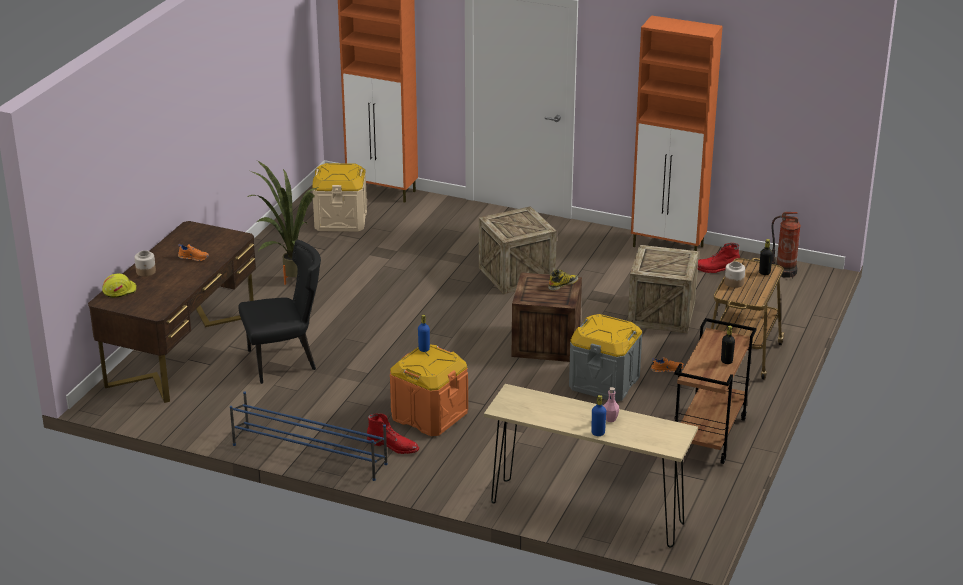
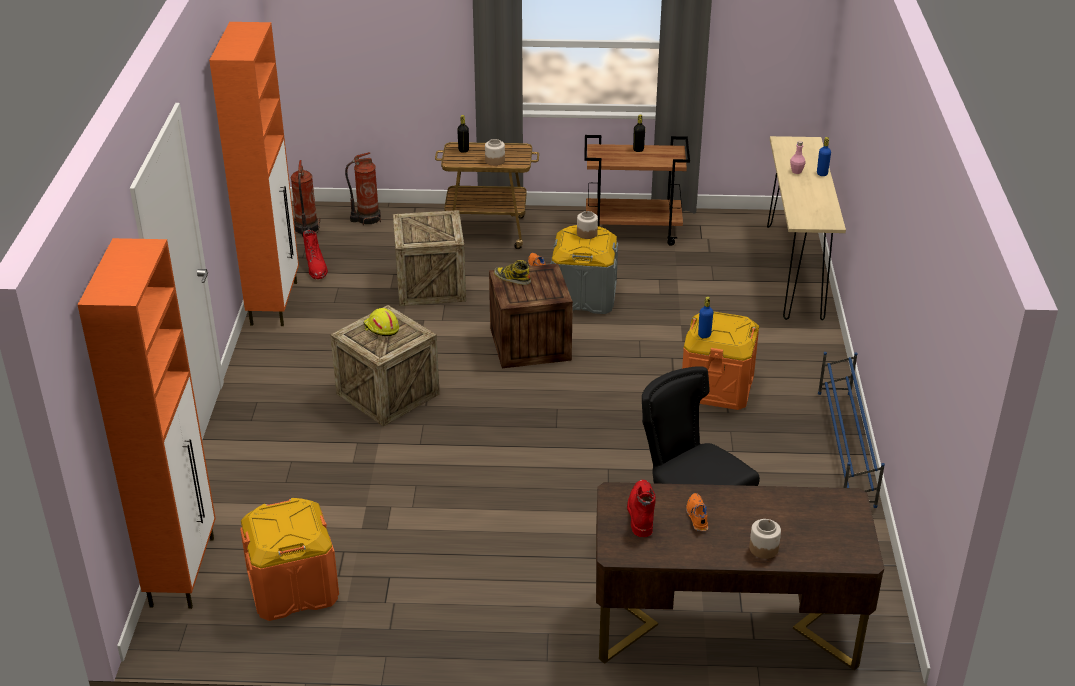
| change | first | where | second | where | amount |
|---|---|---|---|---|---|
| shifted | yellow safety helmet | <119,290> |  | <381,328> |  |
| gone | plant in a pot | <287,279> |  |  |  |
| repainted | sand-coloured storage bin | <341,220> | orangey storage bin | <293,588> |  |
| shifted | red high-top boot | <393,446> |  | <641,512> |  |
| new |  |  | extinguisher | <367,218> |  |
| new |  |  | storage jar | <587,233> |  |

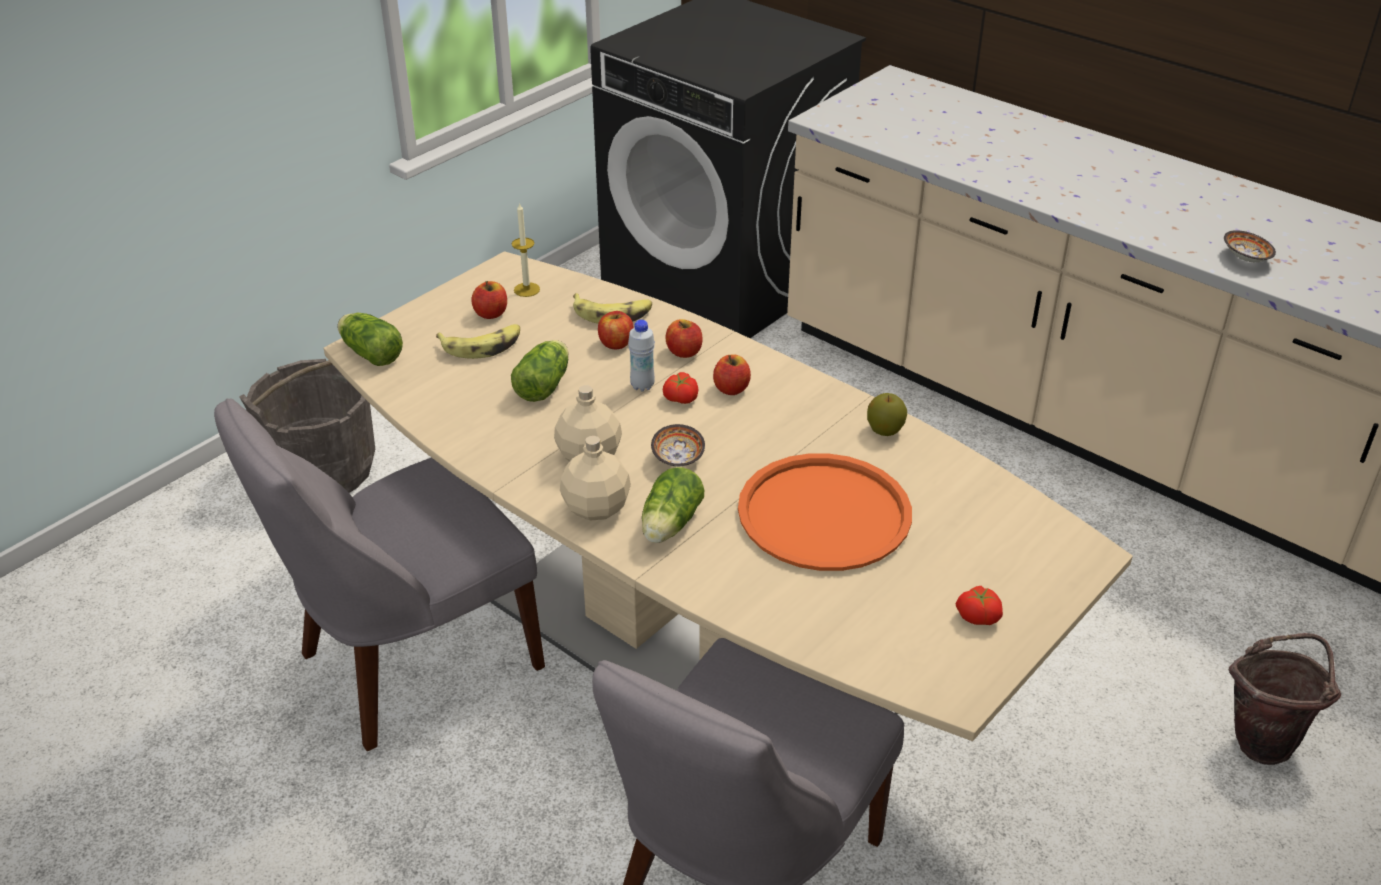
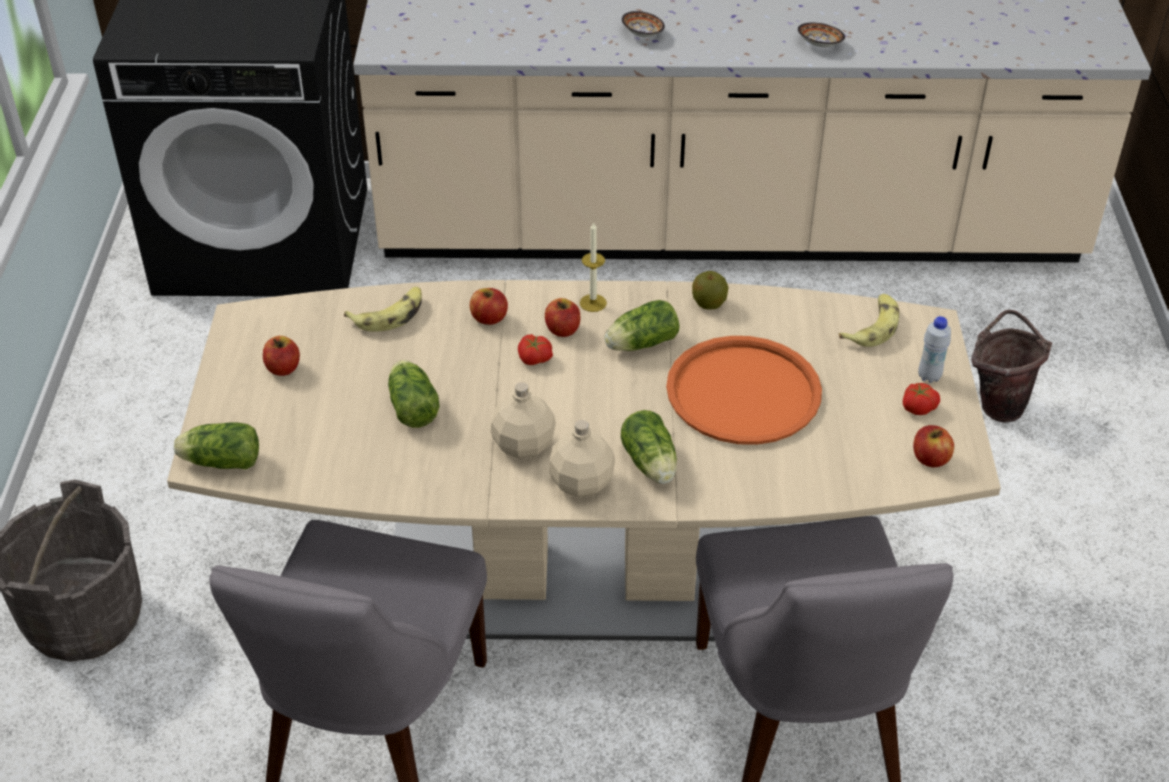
| change | first | where | second | where | amount |
|---|---|---|---|---|---|
| shifted | banana fruit | <482,346> |  | <872,327> |  |
| shifted | candle | <526,289> |  | <593,303> |  |
| shifted | apple | <616,343> |  | <930,459> |  |
| shifted | white drink bottle | <642,386> |  | <929,376> |  |
| shifted | bowl | <678,459> |  | <642,34> |  |
| new |  |  | head of lettuce | <639,344> |  |

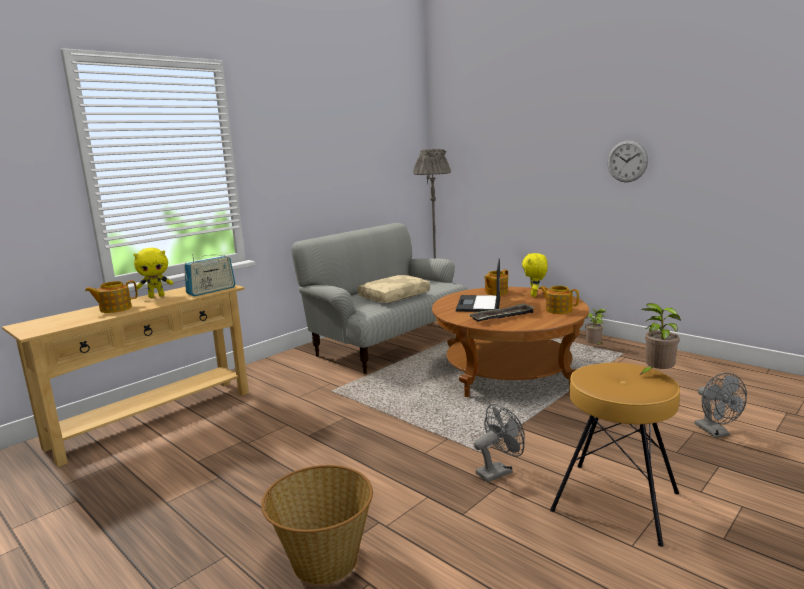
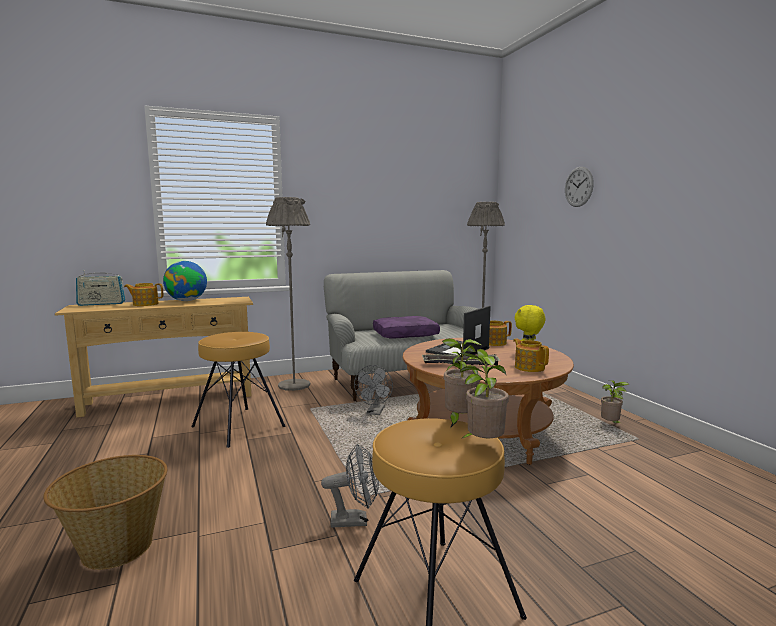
| change | first | where | second | where | amount |
|---|---|---|---|---|---|
| swapped | yellow cuddly toy | <156,296> | desk globe | <187,300> |  |
| shifted | radio set | <211,291> |  | <101,304> |  |
| repainted | sand-coloured cushion | <394,296> | purplish cushion | <405,334> |  |
| shifted | hanging clock | <627,161> |  | <578,187> |  |
| shifted | grey electric fan | <716,432> |  | <375,413> |  |
| new |  |  | brownish sitting stool | <239,426> |  |
| new |  |  | grey floor lamp | <294,385> |  |
| new |  |  | plant in a pot | <459,421> |  |

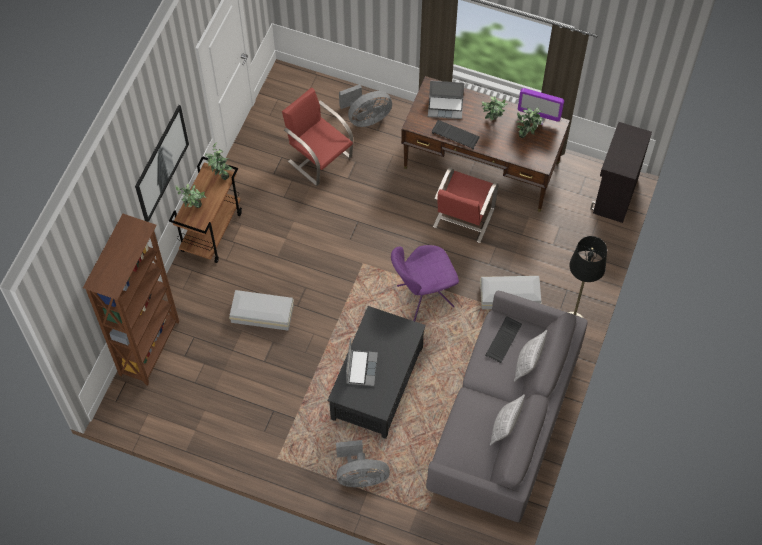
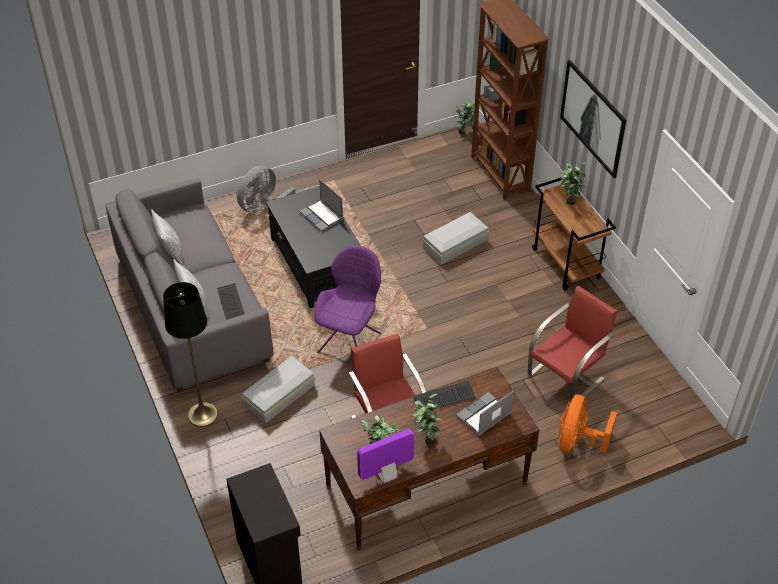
| change | first | where | second | where | amount |
|---|---|---|---|---|---|
| shifted | plant in a pot | <220,175> |  | <466,131> |  |
| rotated | red upright chair | <319,158> |  | <567,376> | 45 degrees counterclockwise |
| repainted | grey electric fan | <366,118> | orangey electric fan | <577,441> |  |

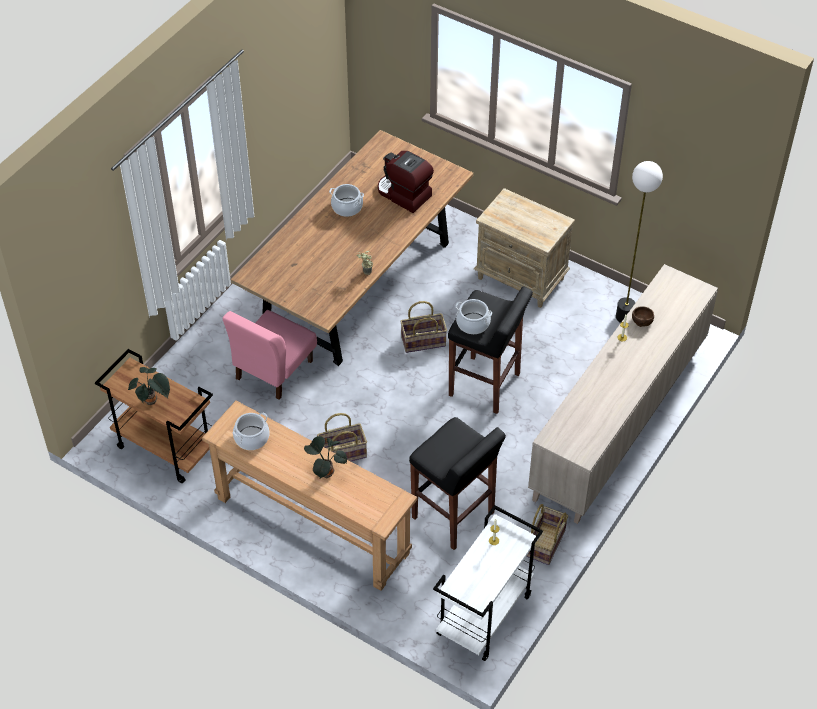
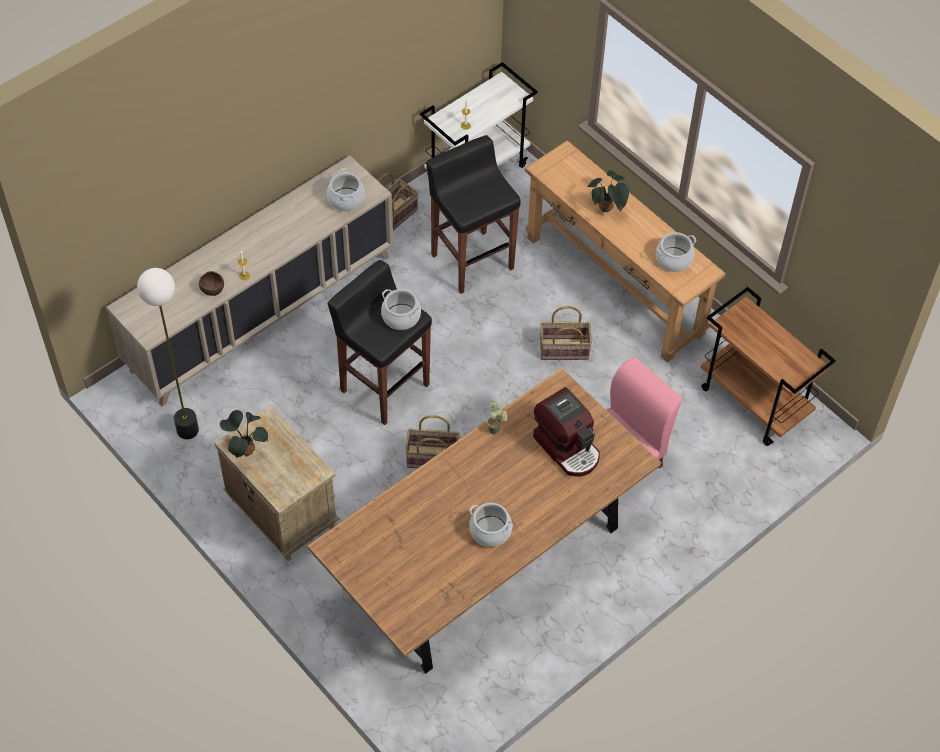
| change | first | where | second | where | amount |
|---|---|---|---|---|---|
| shifted | plant in a pot | <152,401> |  | <245,449> |  |
| shifted | coffee brewer | <403,194> |  | <568,447> |  |
| new |  |  | stockpot | <346,199> |  |

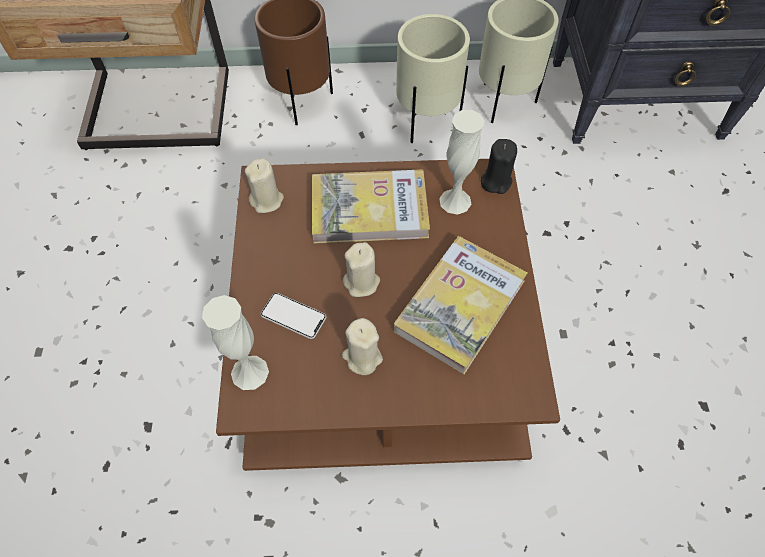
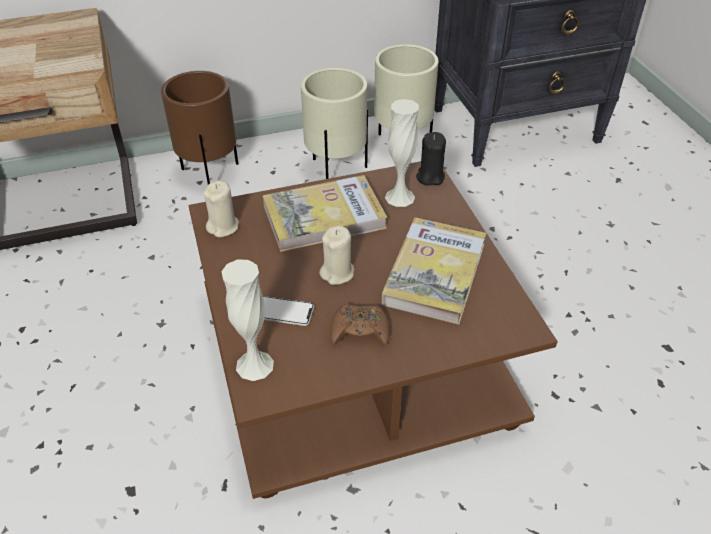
| change | first | where | second | where | amount |
|---|---|---|---|---|---|
| swapped | sand-coloured candle | <362,357> | brownish joypad | <360,330> |  |

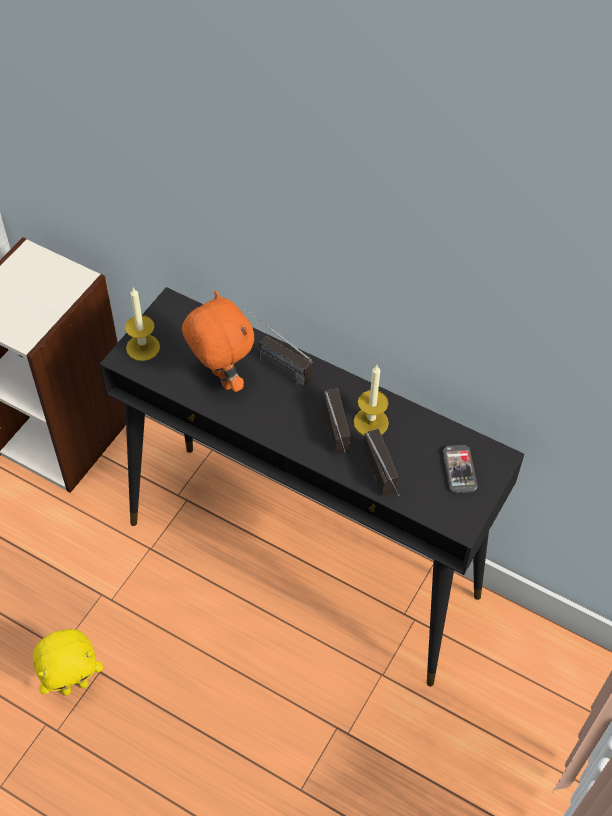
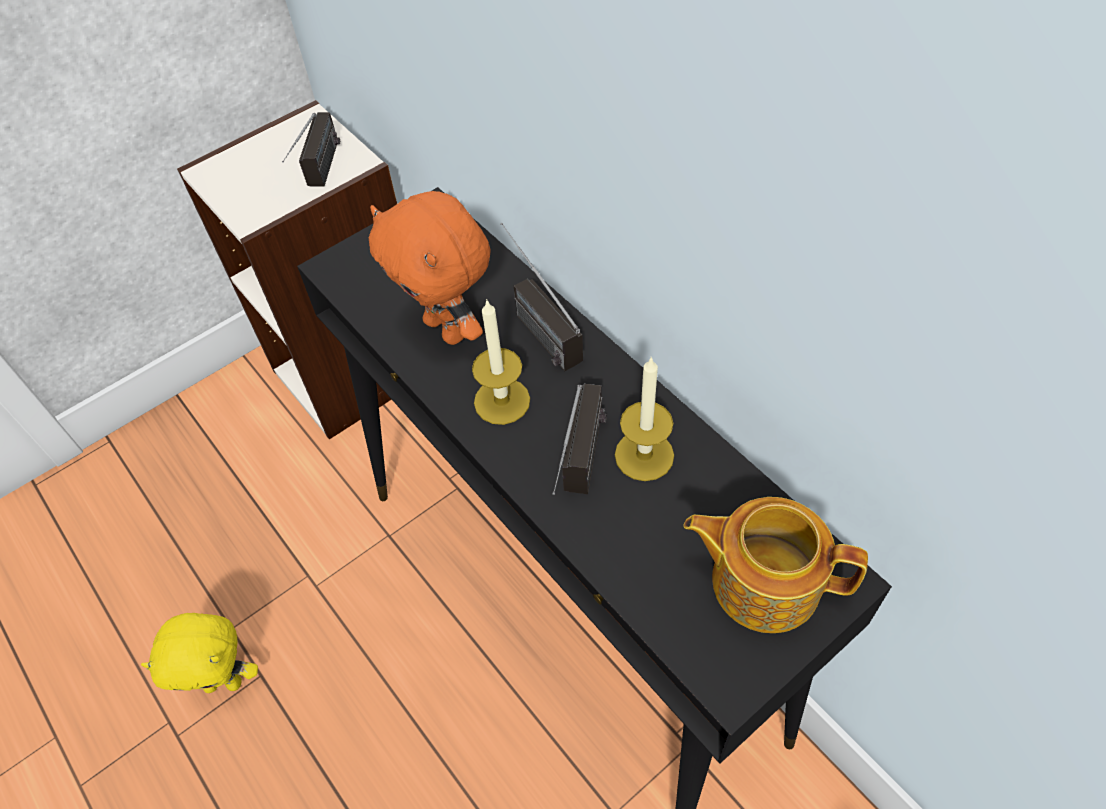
| change | first | where | second | where | amount |
|---|---|---|---|---|---|
| shifted | candle | <143,347> |  | <502,401> |  |
| rotated | orangey cuddly toy | <220,379> |  | <447,329> | 150 degrees clockwise |
| shifted | radio set | <386,483> |  | <321,176> |  |
| swapped | phone | <459,470> | teapot | <763,580> |  |

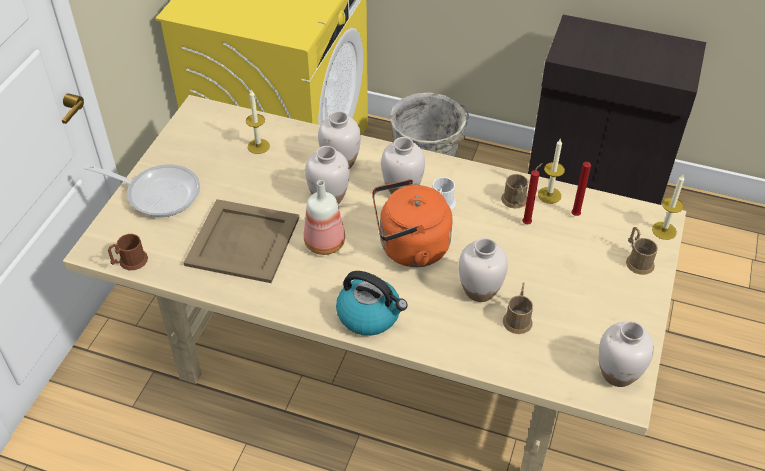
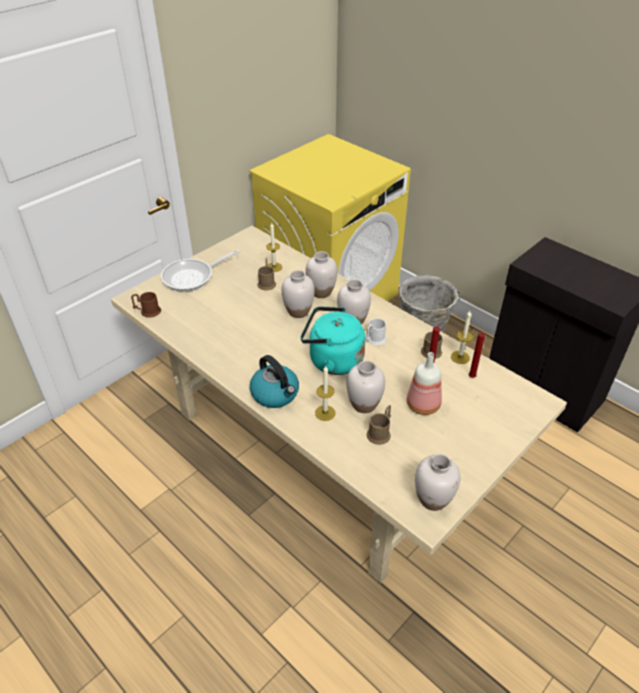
| change | first | where | second | where | amount |
|---|---|---|---|---|---|
| rotated | skillet | <158,193> |  | <192,277> | 105 degrees clockwise |
| gone | sand-coloured carrying tray | <243,242> |  |  |  |
| shifted | drink bottle | <326,242> |  | <424,405> |  |
| repainted | orangey water kettle | <409,248> | turquoise-coloured water kettle | <332,360> |  |
| shifted | brownish coffee mug | <637,260> |  | <266,282> |  |
| shifted | candle | <664,230> |  | <325,413> |  |

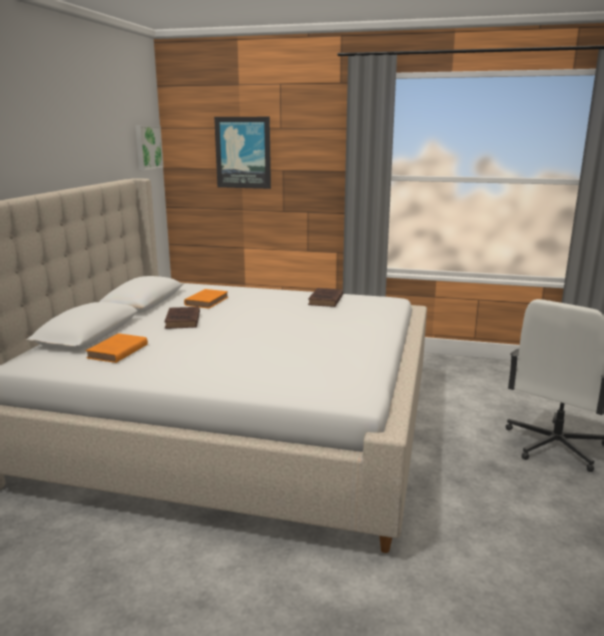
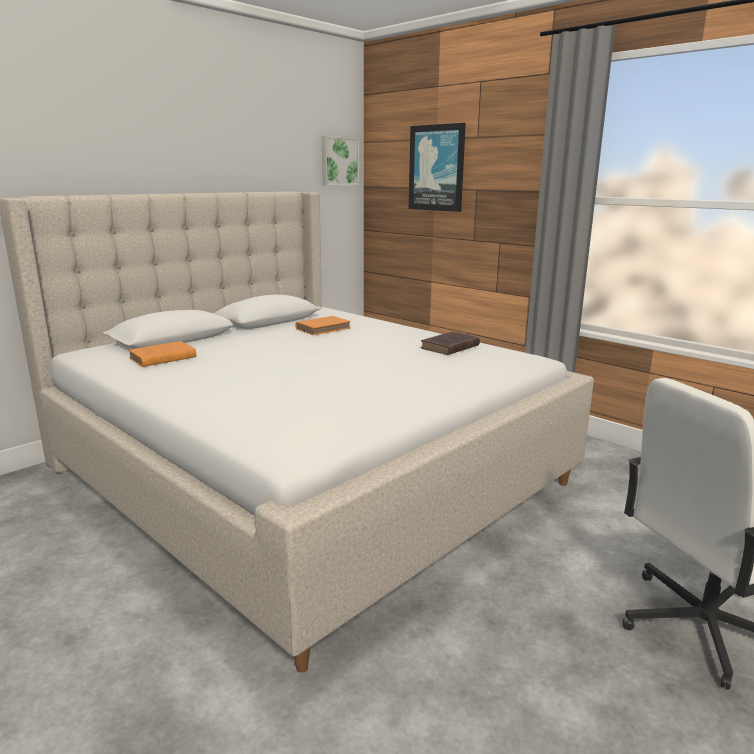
| change | first | where | second | where | amount |
|---|---|---|---|---|---|
| gone | brownish book | <182,321> |  |  |  |

